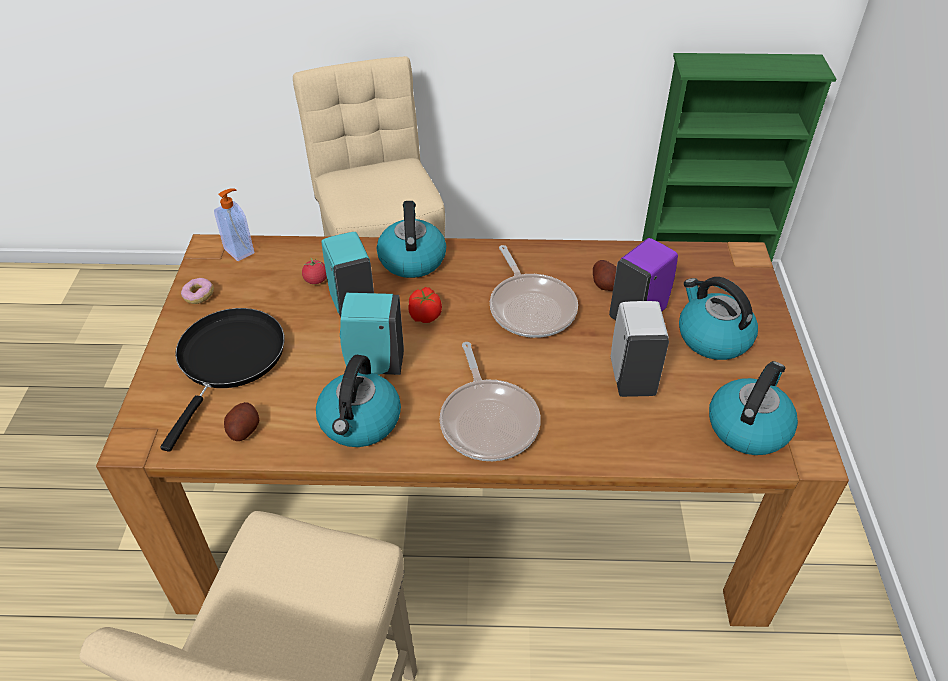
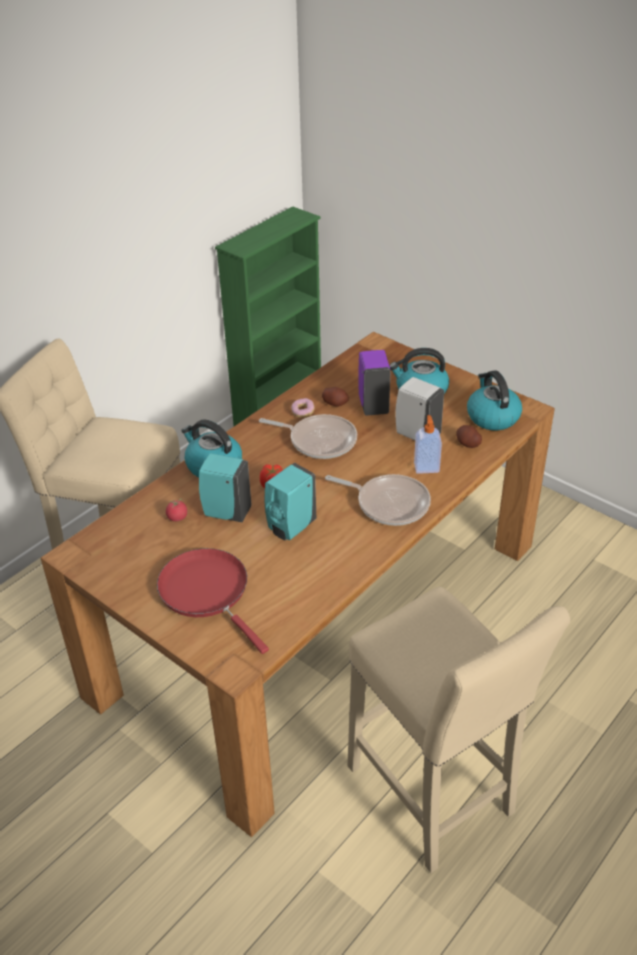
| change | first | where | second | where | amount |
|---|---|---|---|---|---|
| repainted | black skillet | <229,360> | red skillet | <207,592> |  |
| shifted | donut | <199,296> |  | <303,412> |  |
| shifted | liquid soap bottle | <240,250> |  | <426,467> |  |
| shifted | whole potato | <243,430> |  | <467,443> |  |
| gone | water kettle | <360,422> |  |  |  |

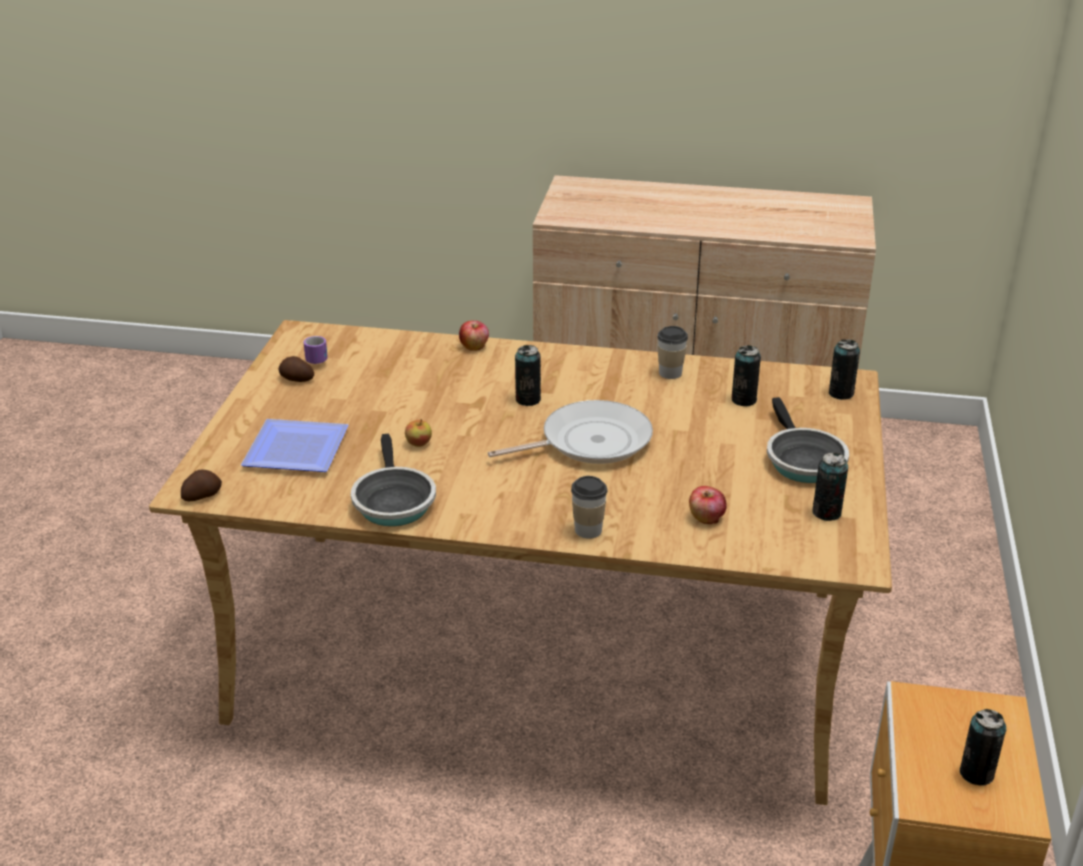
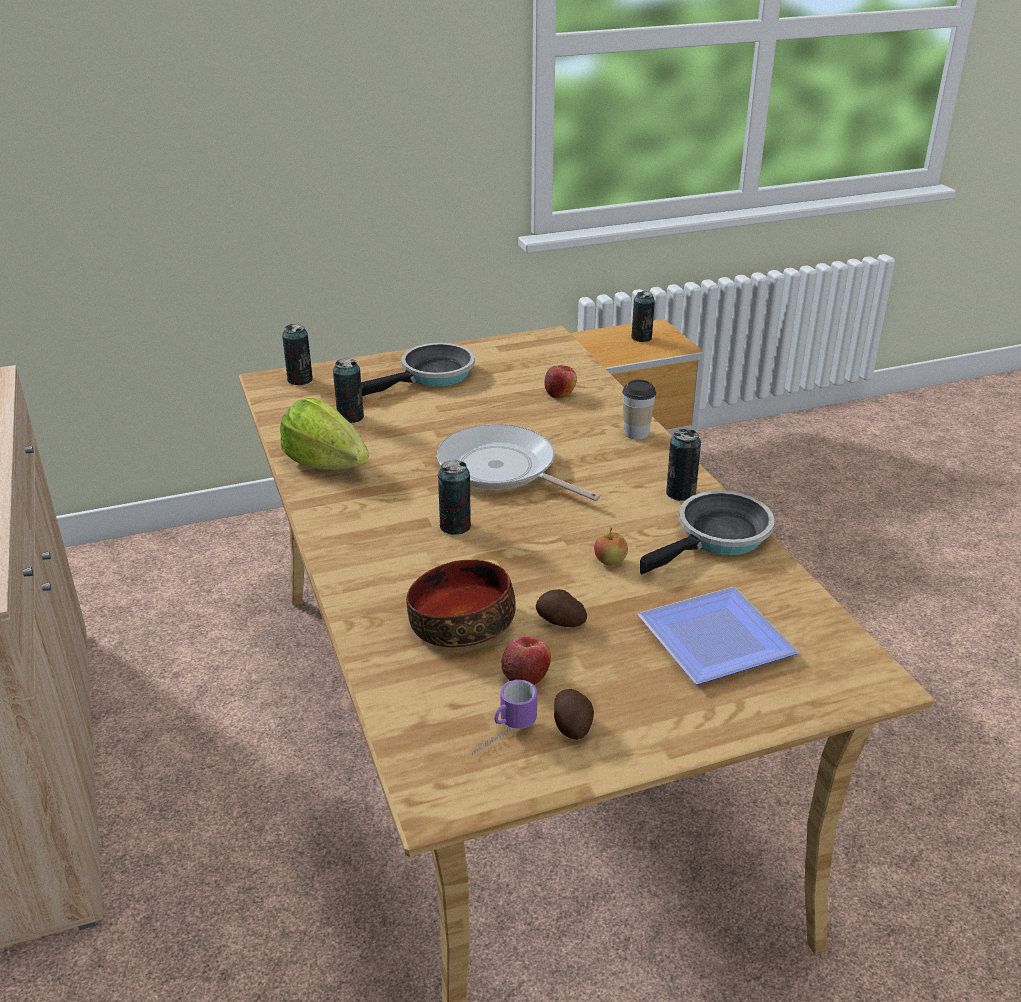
| change | first | where | second | where | amount |
|---|---|---|---|---|---|
| shifted | whole potato | <201,495> |  | <560,621> |  |
| shifted | apple | <474,346> |  | <526,676> |  |
| swapped | small cup | <670,373> | head of lettuce | <326,463> |  |
| shifted | metal can | <826,513> |  | <680,493> |  |
| new |  |  | bowl | <462,622> |  |

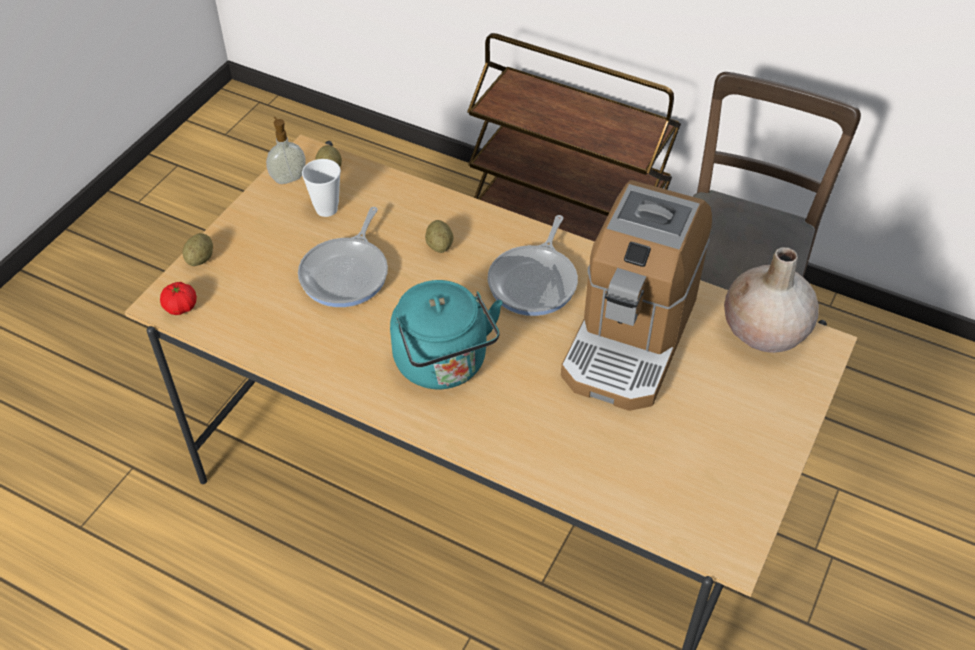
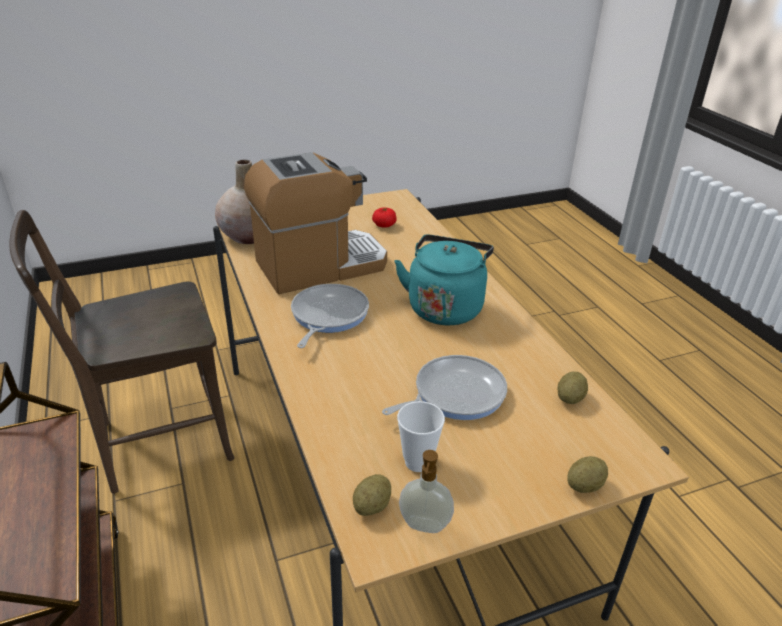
| change | first | where | second | where | amount |
|---|---|---|---|---|---|
| shifted | tomato | <181,307> |  | <384,225> |  |
| shifted | whole potato | <439,246> |  | <570,398> |  |
| rotated | skillet | <535,281> |  | <327,316> | 45 degrees counterclockwise |

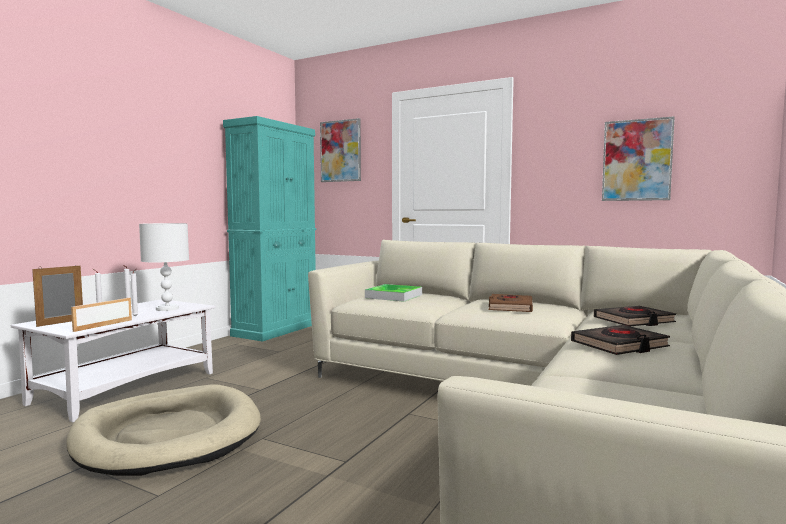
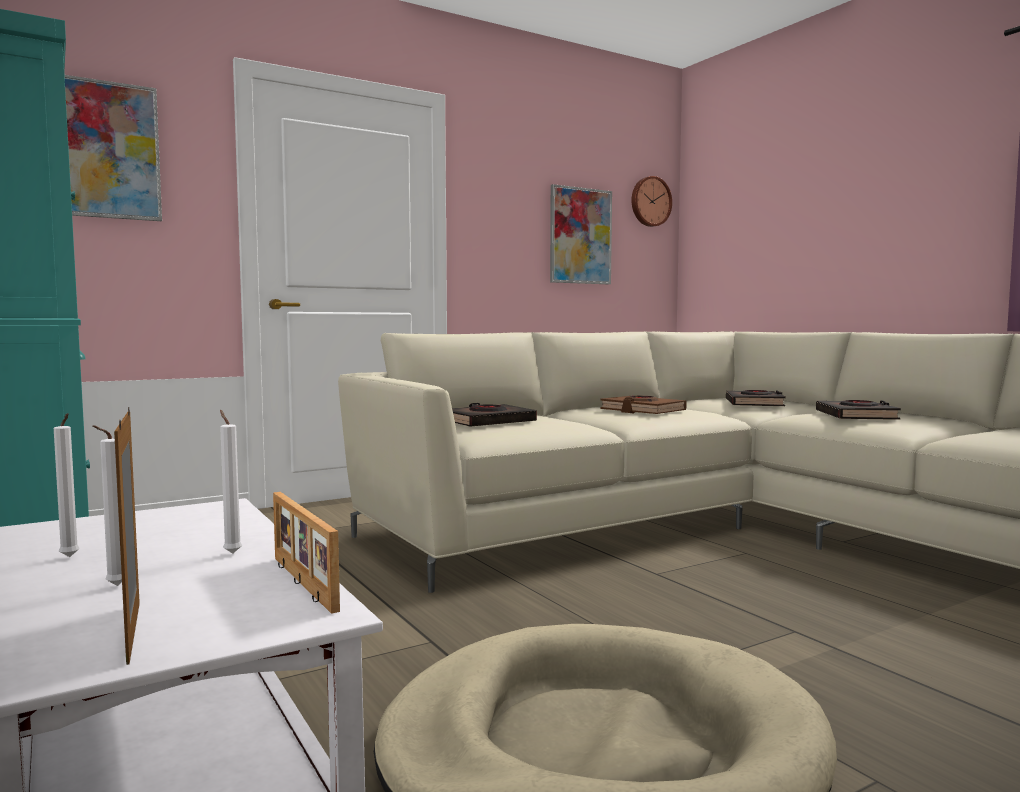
| change | first | where | second | where | amount |
|---|---|---|---|---|---|
| gone | white tabletop lamp | <167,309> |  |  |  |
| swapped | carrying tray | <394,296> | black book | <488,422> |  |
| new |  |  | hanging clock | <650,201> |  |

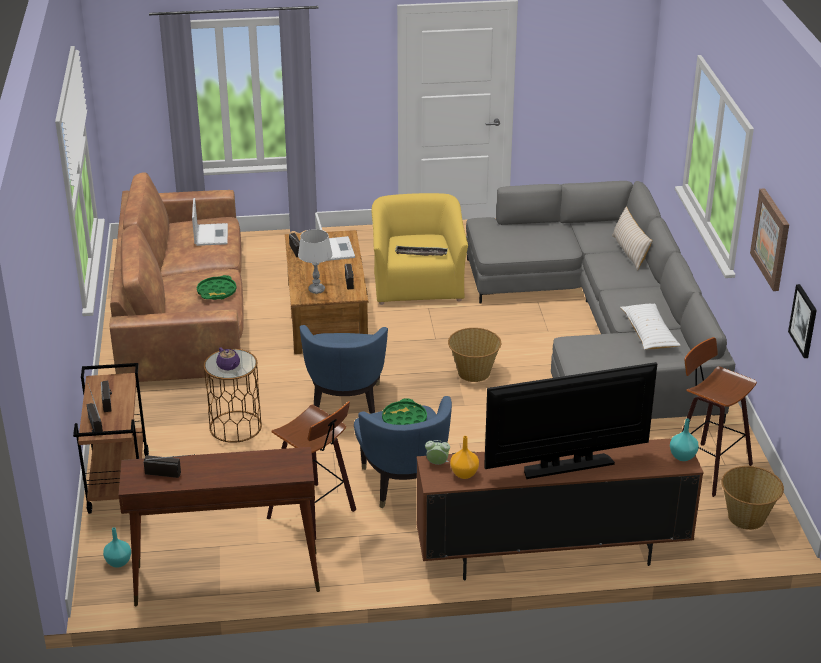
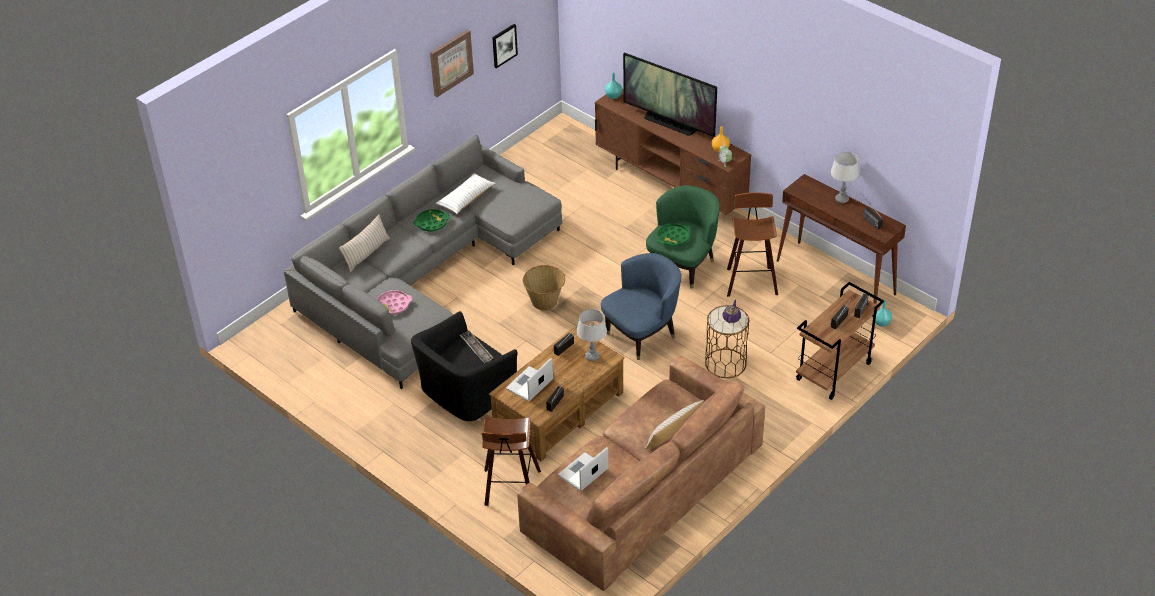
| change | first | where | second | where | amount |
|---|---|---|---|---|---|
| shifted | green carrying tray | <217,292> |  | <432,223> |  |
| repainted | blue armchair | <403,483> | green armchair | <683,265> |  |
| repainted | yellow armchair | <417,284> | black armchair | <466,392> |  |
| shifted | sitting stool | <707,467> |  | <511,489> |  |
| gone | household basket | <747,518> |  |  |  |
| new |  |  | pinkish carrying tray | <393,305> |  |
| new |  |  | sand-coloured cushion | <673,434> |  |
| new |  |  | grey tabletop lamp | <842,199> |  |

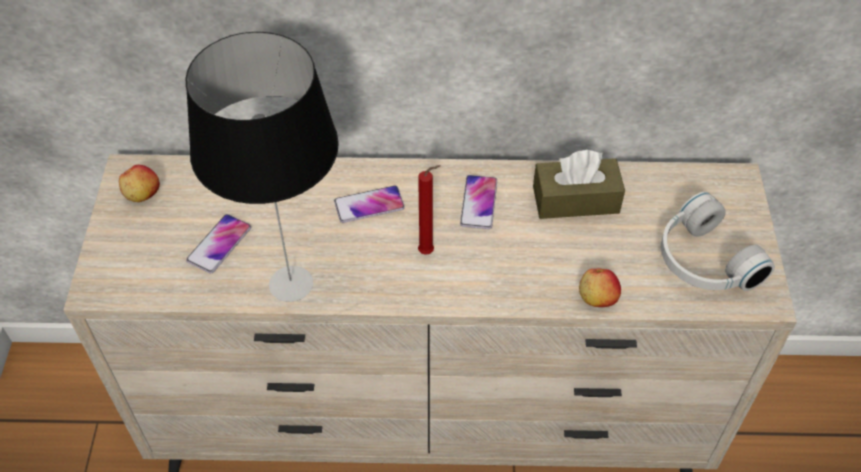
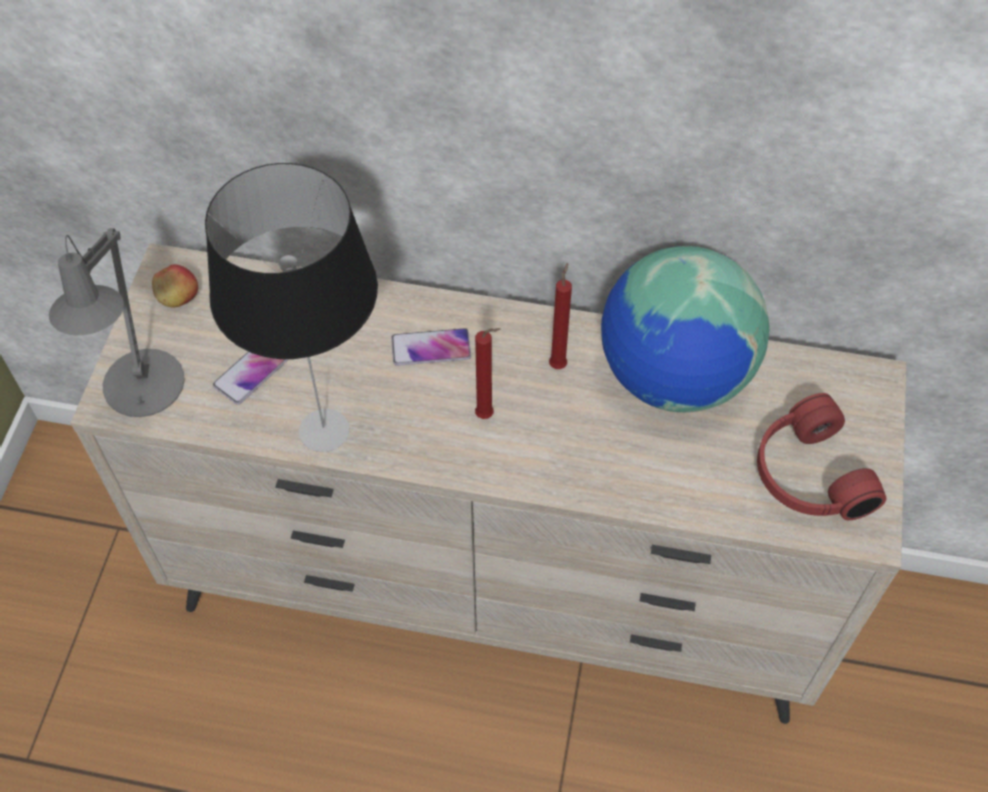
| change | first | where | second | where | amount |
|---|---|---|---|---|---|
| swapped | phone | <479,203> | red candle | <558,363> |  |
| swapped | brownish box of tissues | <575,200> | desk globe | <673,376> |  |
| gone | apple | <597,297> |  |  |  |
| repainted | white headphones | <702,261> | red headphones | <806,475> |  |
| new |  |  | grey tabletop lamp | <142,393> |  |

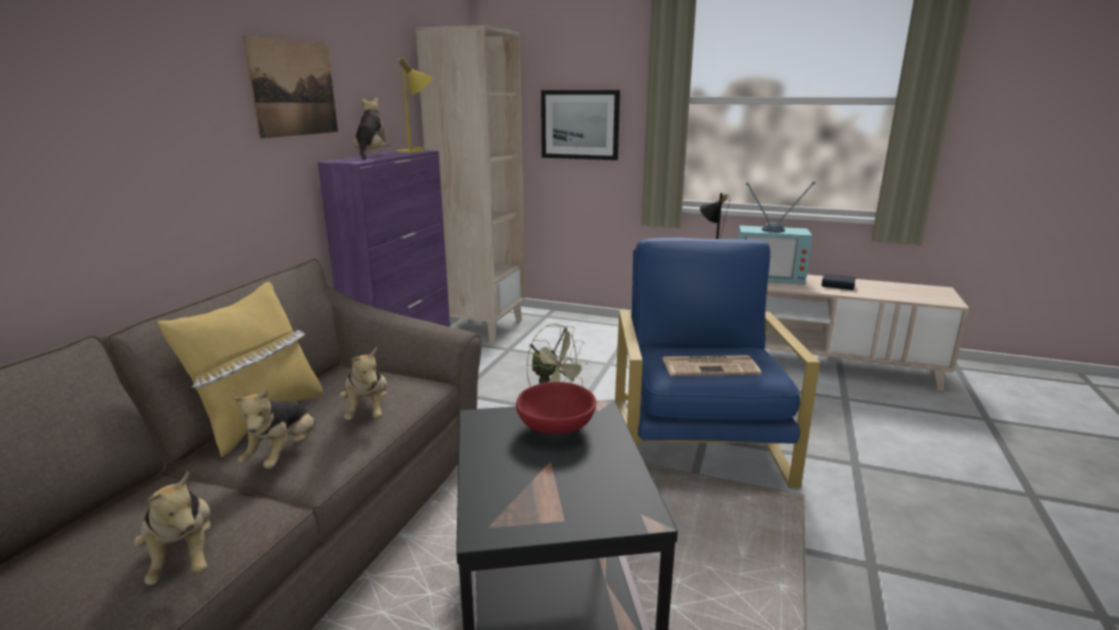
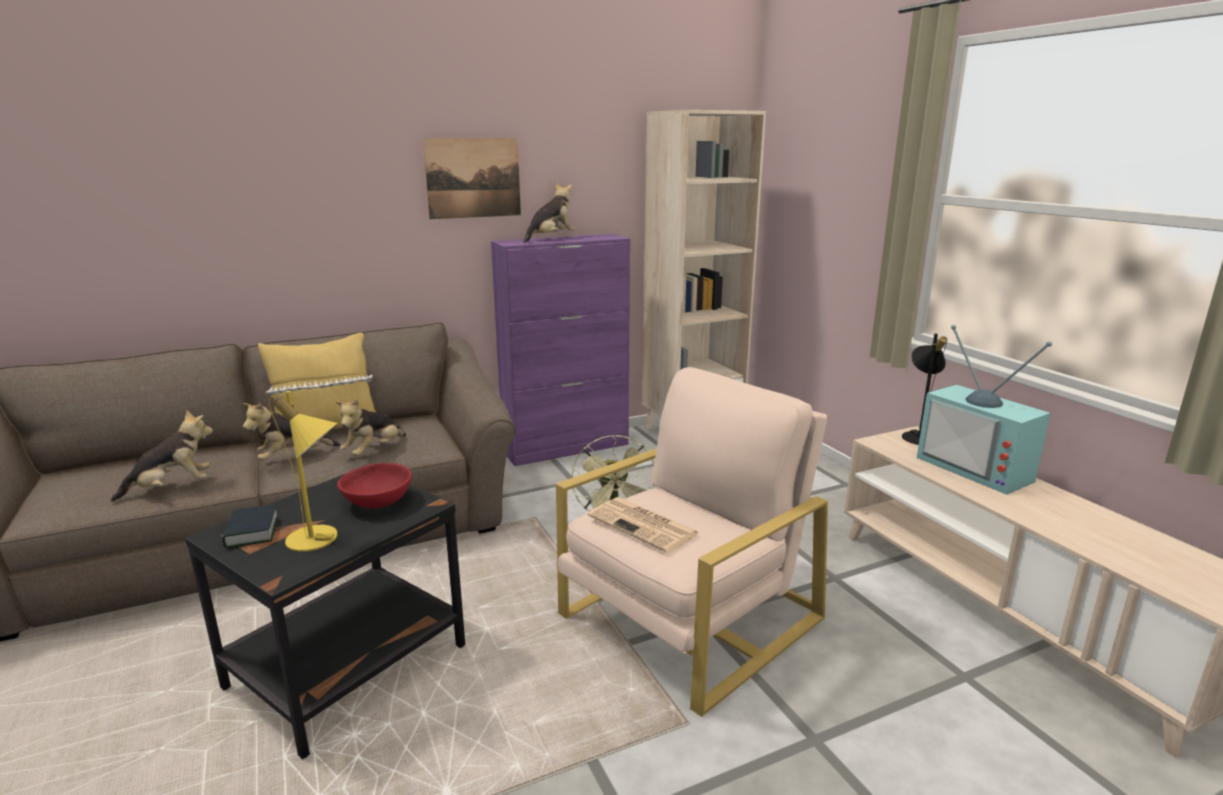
| change | first | where | second | where | amount |
|---|---|---|---|---|---|
| rotated | cuddly toy | <184,557> |  | <172,488> | 135 degrees counterclockwise |
| shifted | yellow tabletop lamp | <416,151> |  | <319,540> |  |
| gone | wall picture | <580,125> |  |  |  |
| repainted | blue armchair | <697,441> | sand-coloured armchair | <688,618> |  |
| shifted | book | <838,285> |  | <252,532> |  |

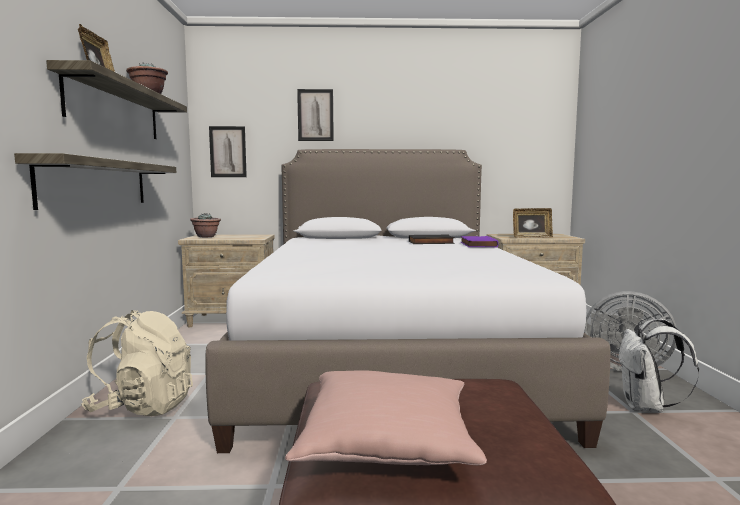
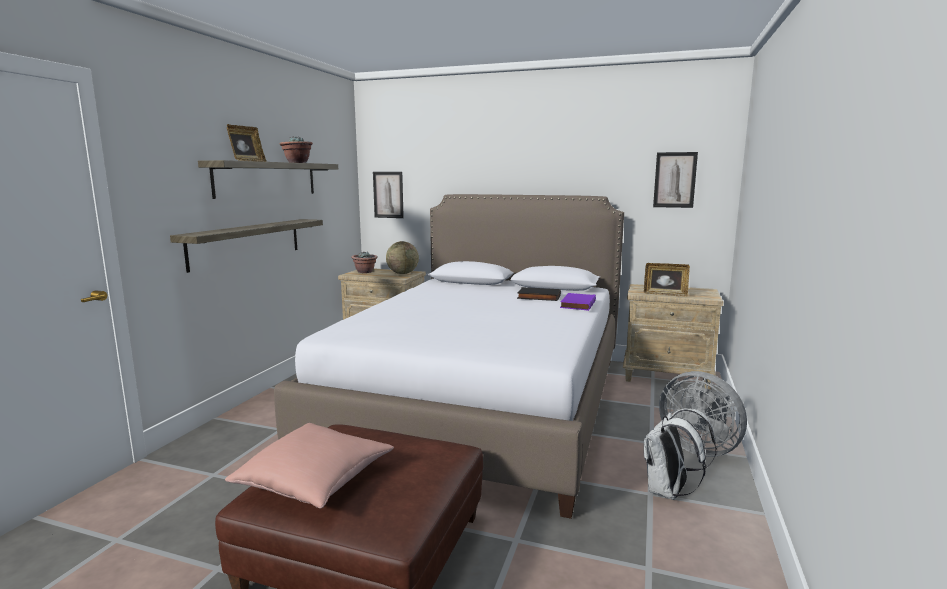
| change | first | where | second | where | amount |
|---|---|---|---|---|---|
| gone | sand-coloured knapsack | <143,407> |  |  |  |
| shifted | wall picture | <315,115> |  | <674,180> |  |
| new |  |  | desk globe | <402,273> |  |

